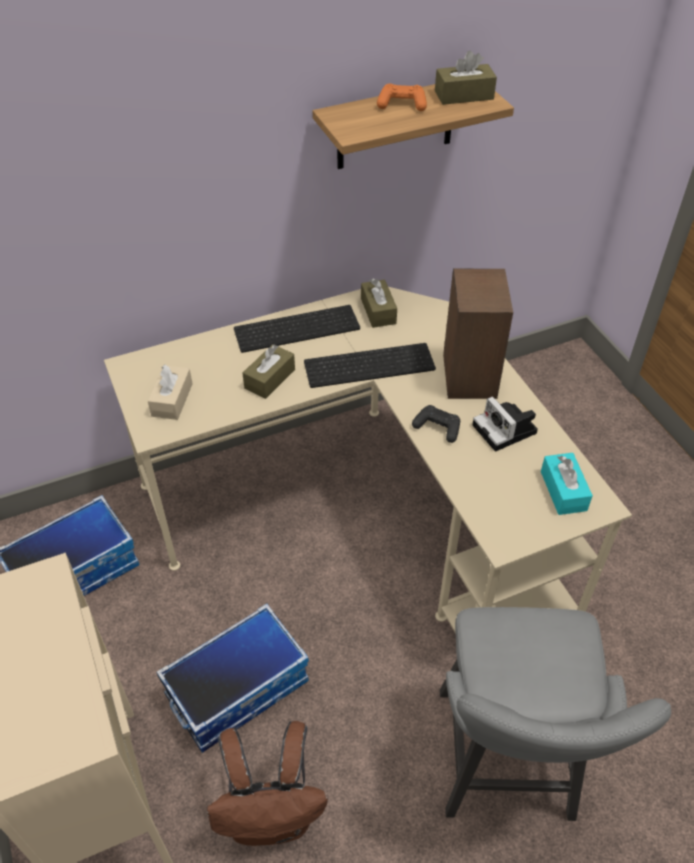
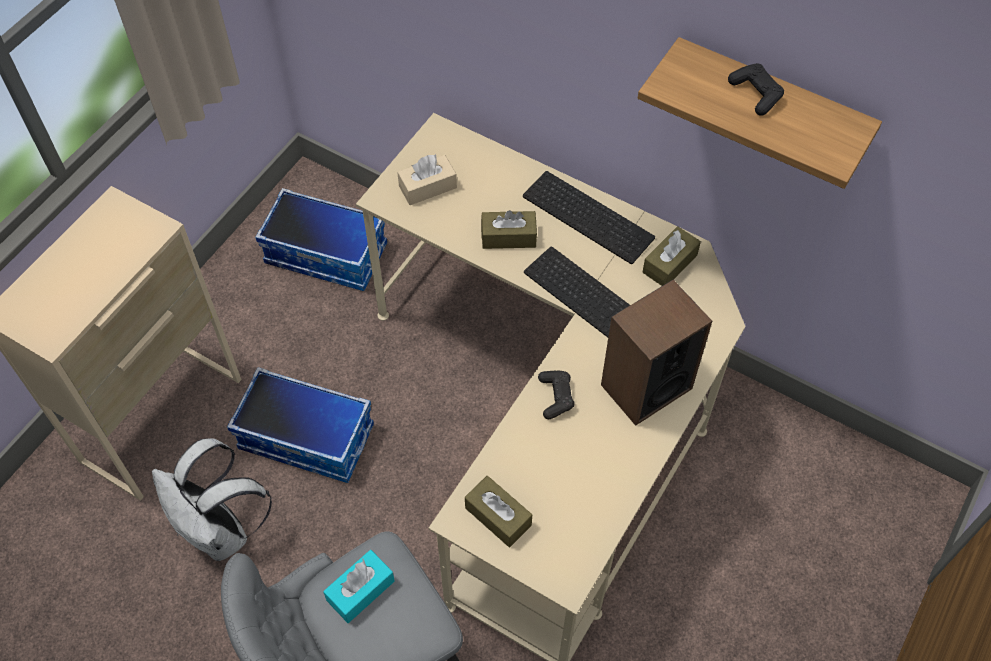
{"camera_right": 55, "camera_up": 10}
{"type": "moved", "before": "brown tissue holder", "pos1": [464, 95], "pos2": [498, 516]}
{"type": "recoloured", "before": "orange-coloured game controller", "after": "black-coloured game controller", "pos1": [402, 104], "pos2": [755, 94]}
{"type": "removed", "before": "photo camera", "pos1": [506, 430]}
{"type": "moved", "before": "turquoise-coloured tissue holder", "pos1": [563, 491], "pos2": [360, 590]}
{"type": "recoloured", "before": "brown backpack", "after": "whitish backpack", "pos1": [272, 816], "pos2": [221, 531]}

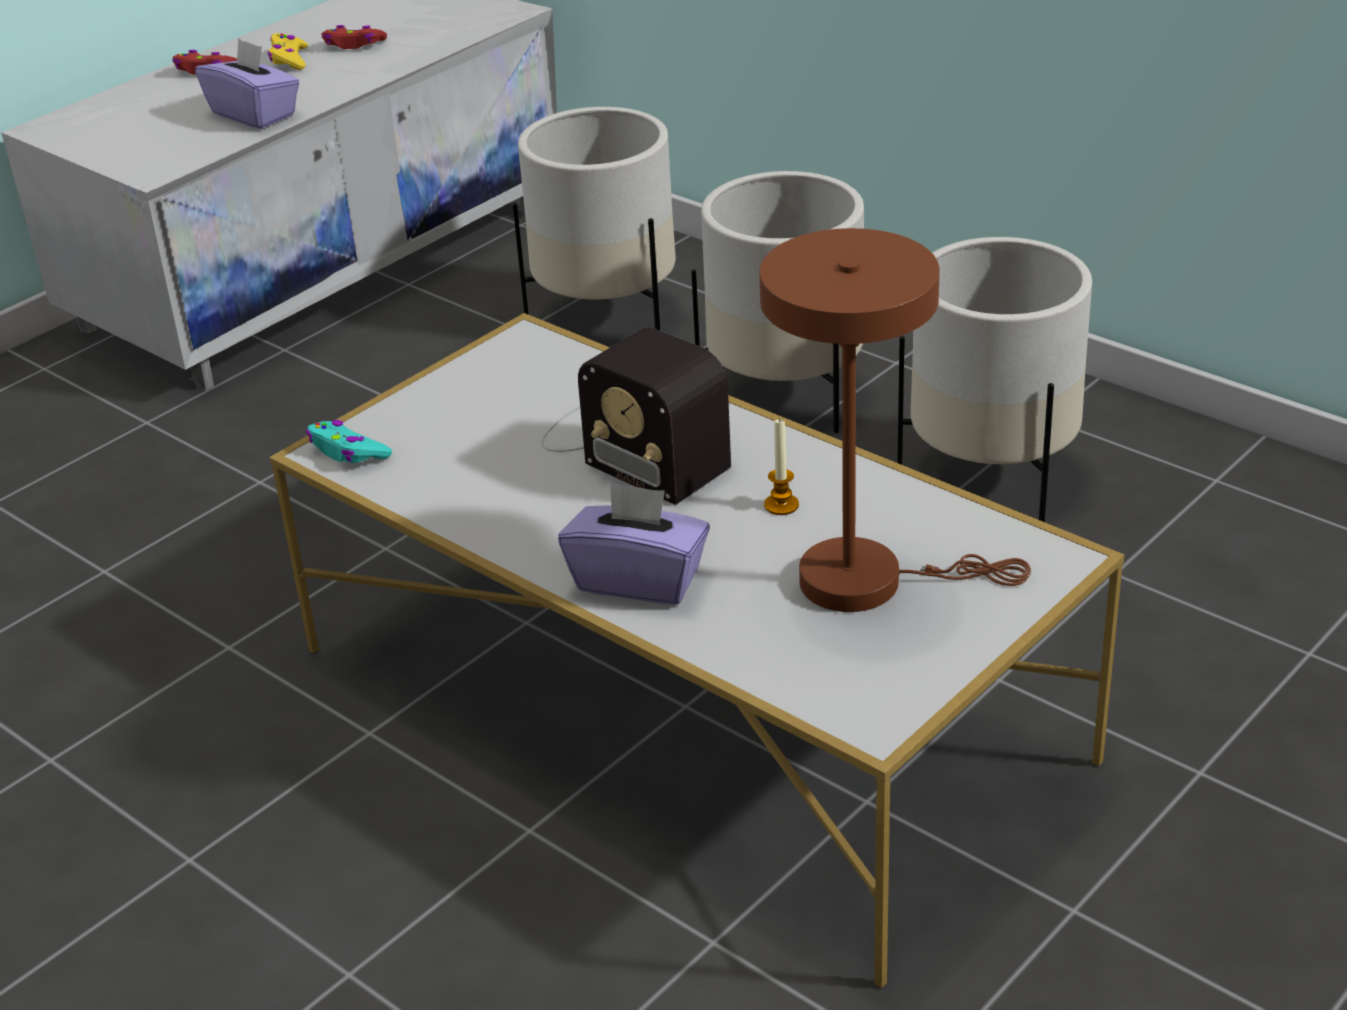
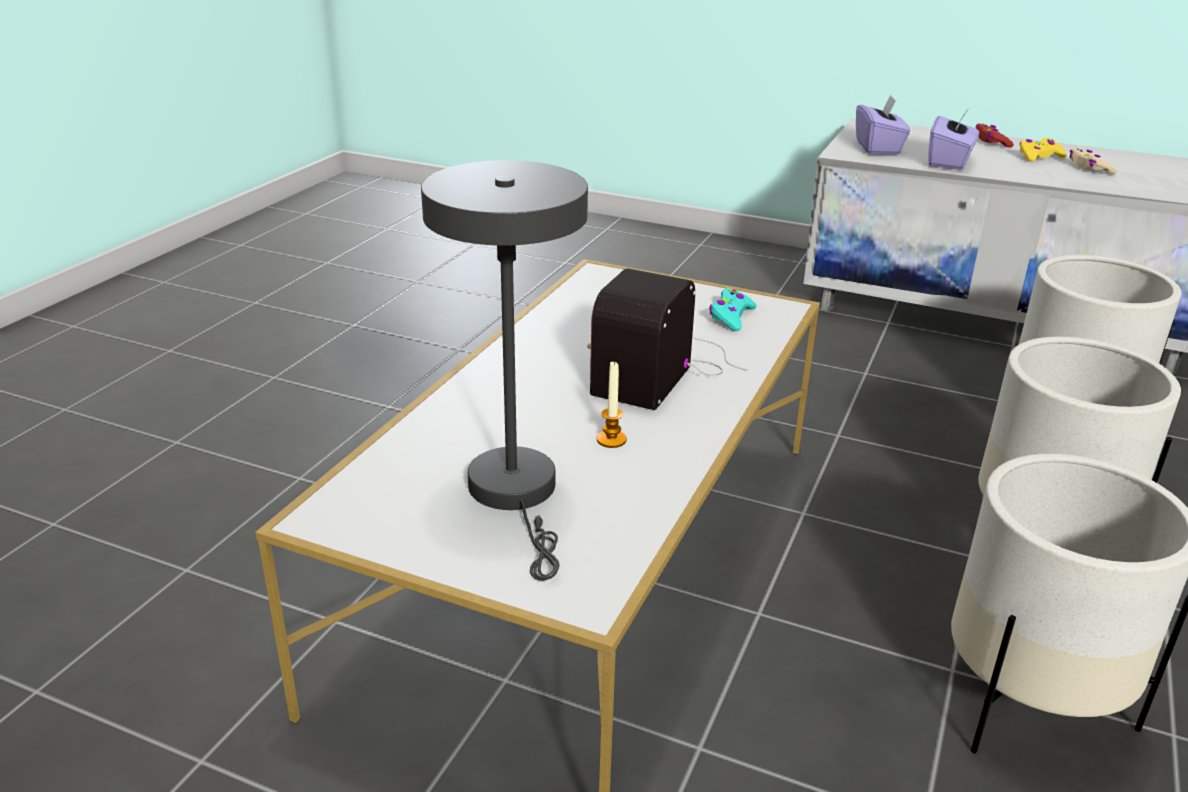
{"camera_right": 70, "camera_up": -5}
{"type": "recoloured", "before": "reddish game controller", "after": "sand-coloured game controller", "pos1": [354, 45], "pos2": [1089, 168]}
{"type": "recoloured", "before": "brown table lamp", "after": "grey table lamp", "pos1": [868, 580], "pos2": [517, 494]}
{"type": "moved", "before": "turquoise-coloured game controller", "pos1": [347, 452], "pos2": [731, 317]}
{"type": "moved", "before": "purplish tissue holder", "pos1": [638, 579], "pos2": [878, 148]}

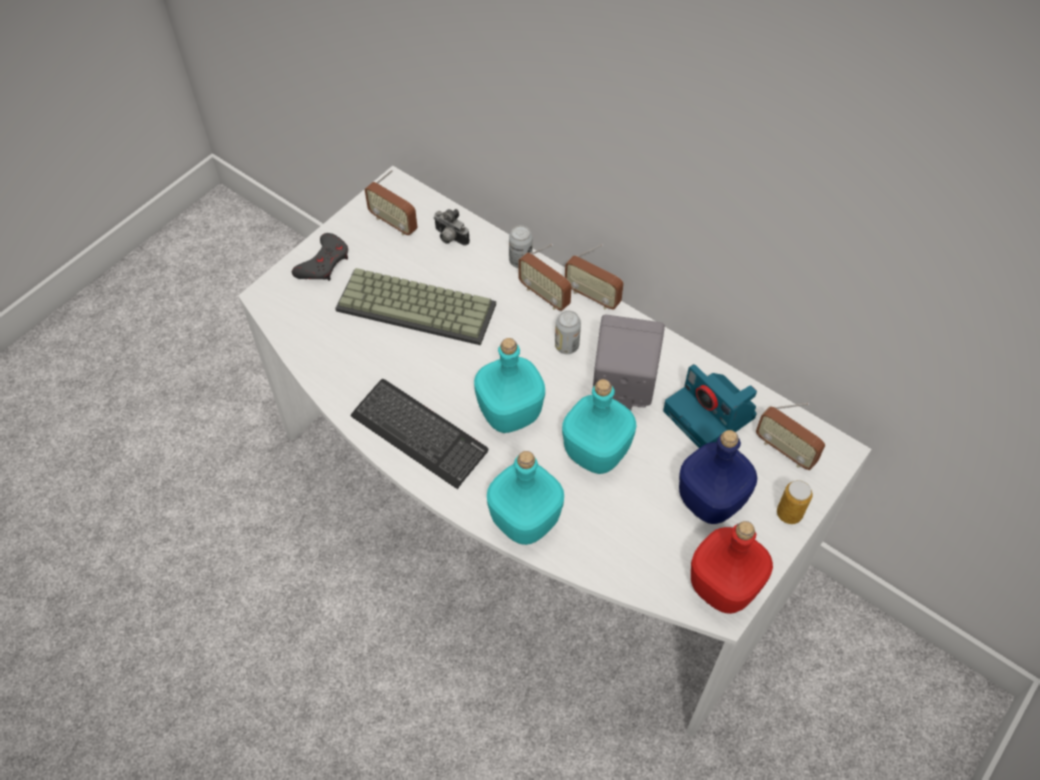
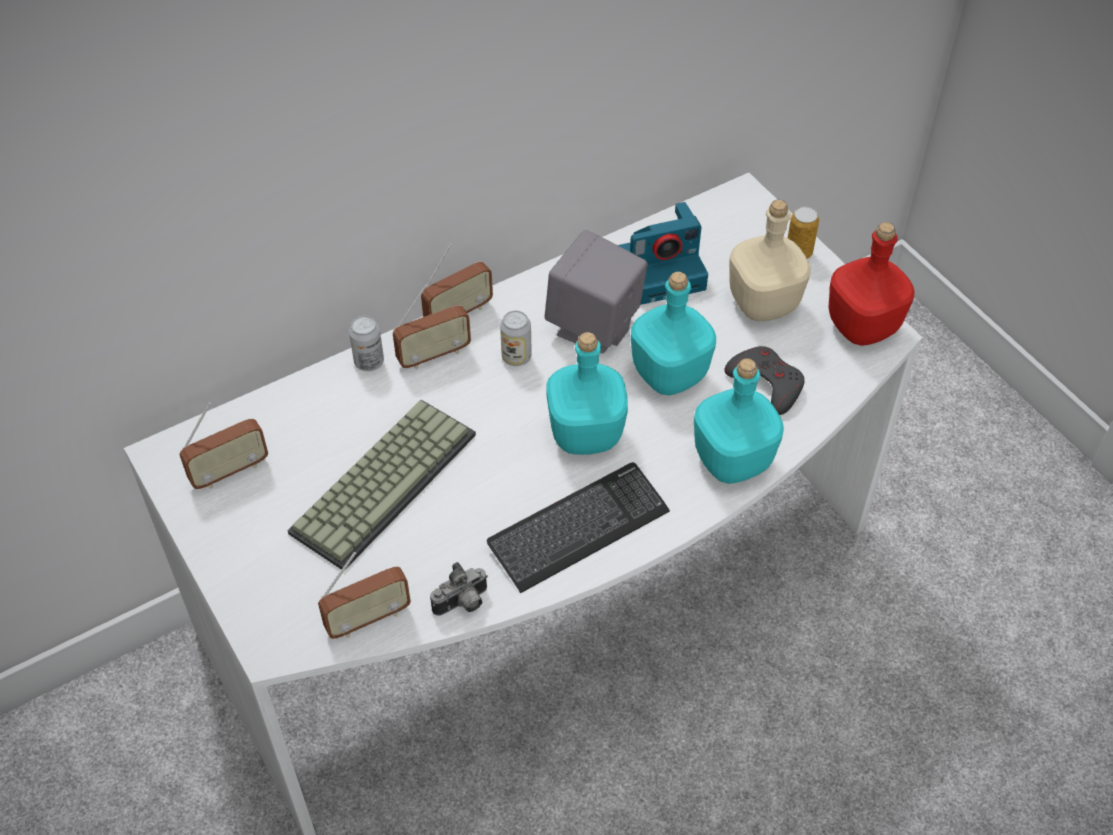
{"camera_right": -70, "camera_up": -5}
{"type": "moved", "before": "photo camera", "pos1": [449, 238], "pos2": [463, 604]}
{"type": "moved", "before": "grey game controller", "pos1": [323, 263], "pos2": [766, 383]}
{"type": "moved", "before": "radio receiver", "pos1": [785, 450], "pos2": [368, 619]}
{"type": "recoloured", "before": "blue bottle", "after": "sand-coloured bottle", "pos1": [711, 499], "pos2": [762, 303]}

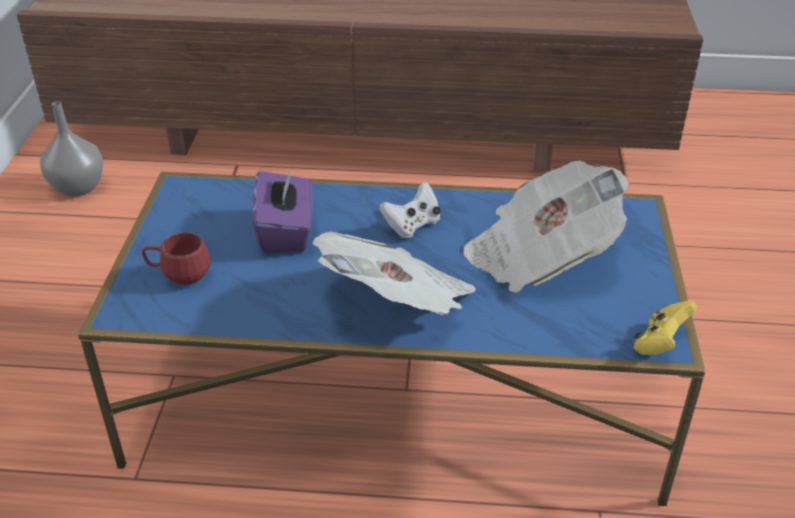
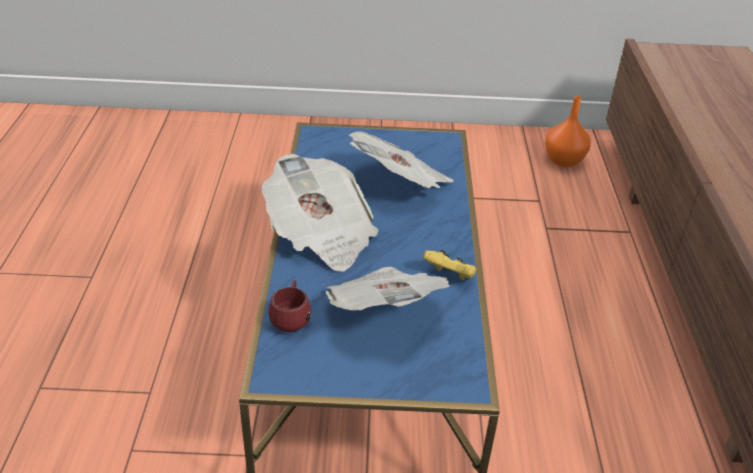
{"camera_right": 85, "camera_up": 0}
{"type": "recoloured", "before": "grey flower vase", "after": "orange-coloured flower vase", "pos1": [77, 188], "pos2": [562, 160]}
{"type": "replaced", "before": "purplish tissue holder", "after": "daily paper", "pos1": [286, 232], "pos2": [400, 184]}
{"type": "removed", "before": "whitish game controller", "pos1": [412, 225]}
{"type": "moved", "before": "reddish mug", "pos1": [179, 275], "pos2": [291, 318]}
{"type": "moved", "before": "yellow game controller", "pos1": [659, 344], "pos2": [450, 276]}

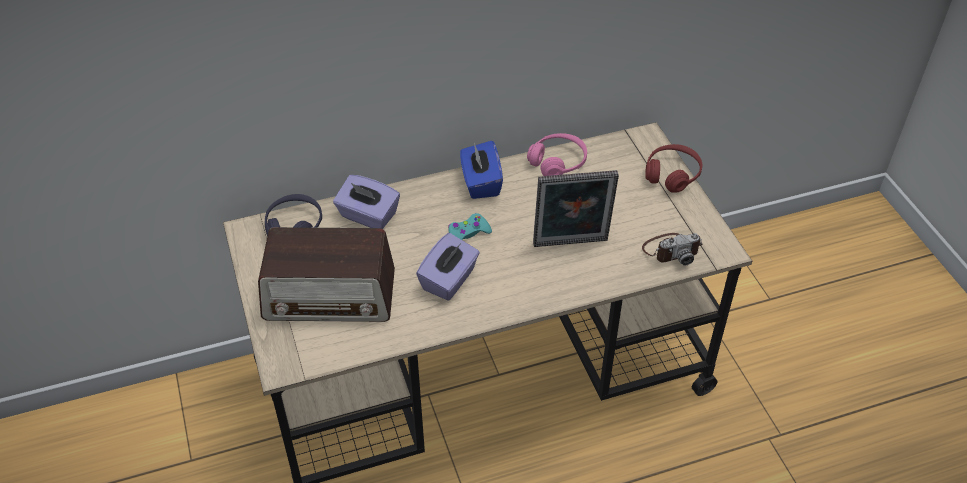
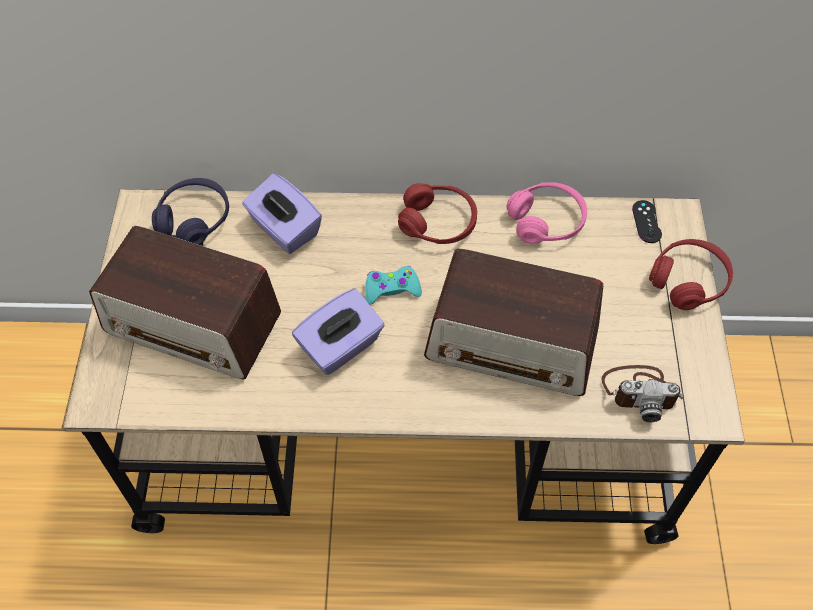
{"camera_right": 20, "camera_up": 10}
{"type": "replaced", "before": "blue tissue holder", "after": "reddish headset", "pos1": [480, 183], "pos2": [438, 223]}
{"type": "replaced", "before": "standing frame", "after": "radio receiver", "pos1": [571, 245], "pos2": [512, 344]}
{"type": "added", "after": "black-coloured game controller", "pos2": [646, 222]}

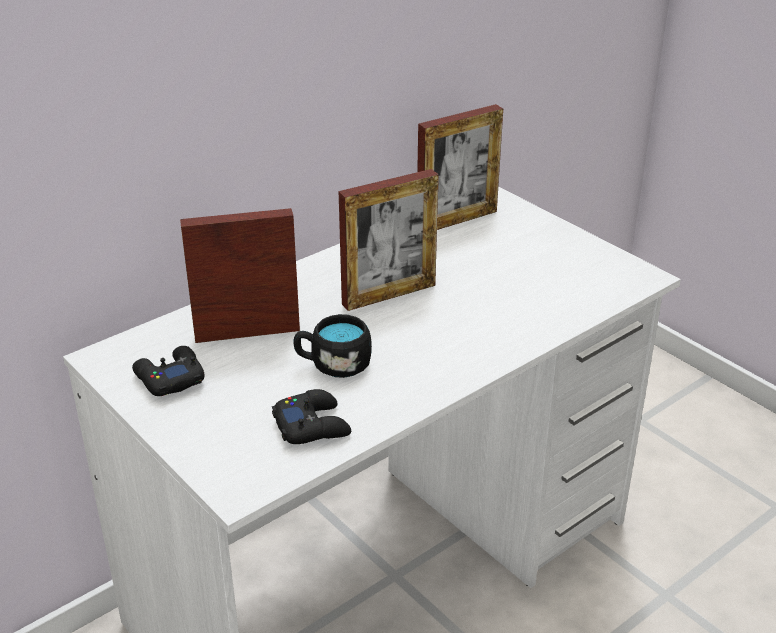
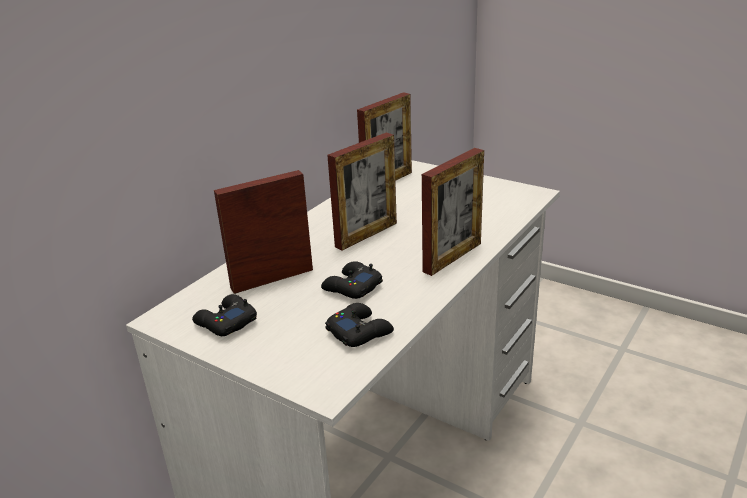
{"camera_right": -15, "camera_up": -5}
{"type": "replaced", "before": "black-coloured mug", "after": "black-coloured game controller", "pos1": [333, 364], "pos2": [351, 287]}
{"type": "added", "after": "standing frame", "pos2": [452, 257]}

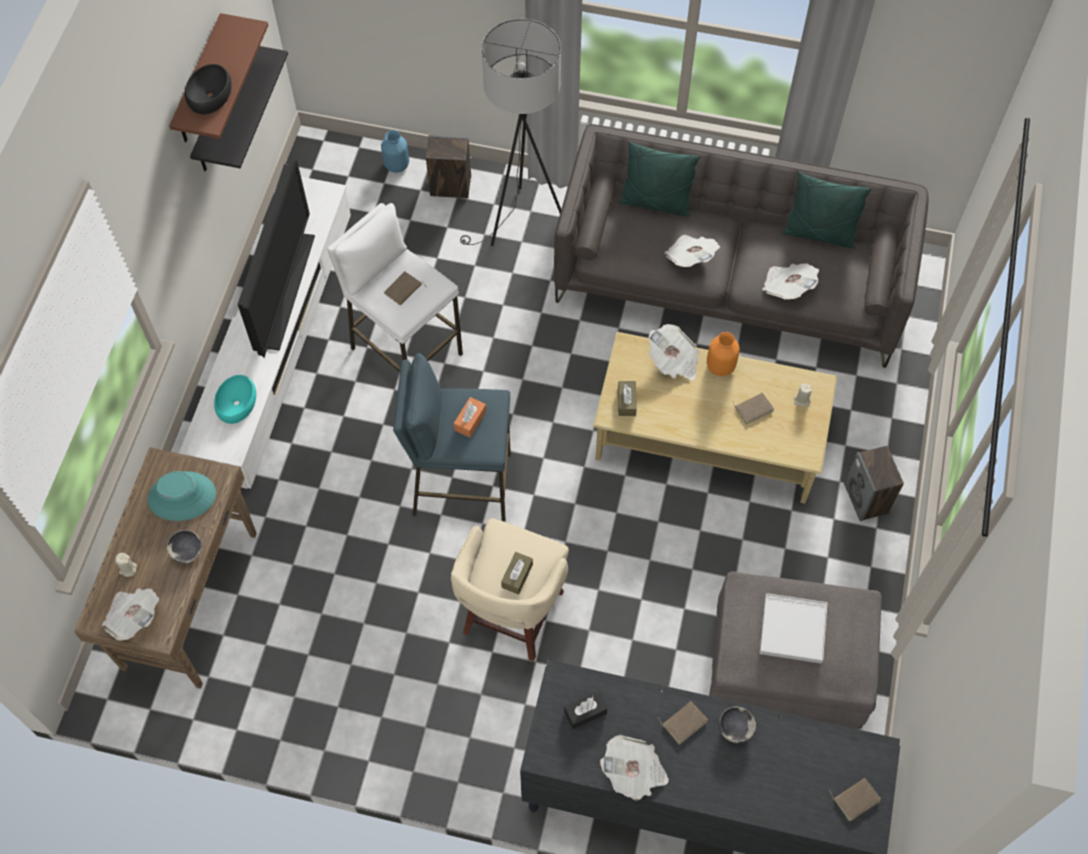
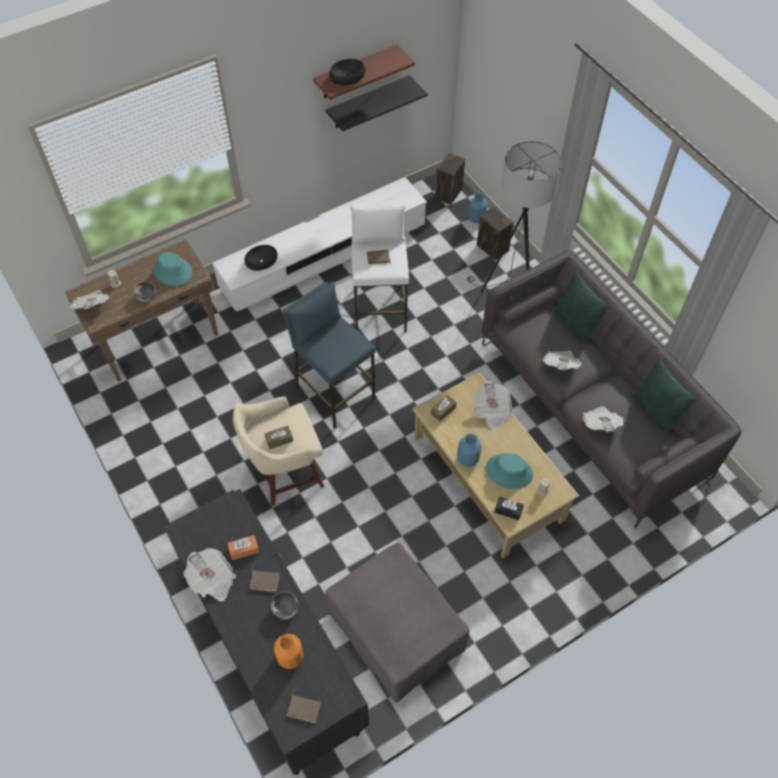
{"camera_right": 45, "camera_up": -5}
{"type": "removed", "before": "TV set", "pos1": [285, 290]}
{"type": "moved", "before": "orange-coloured flower vase", "pos1": [720, 366], "pos2": [291, 657]}
{"type": "recoloured", "before": "turquoise-coloured deep dish", "after": "black-coloured deep dish", "pos1": [236, 402], "pos2": [261, 260]}
{"type": "replaced", "before": "brown book", "after": "turquoise-coloured clothing hat", "pos1": [753, 408], "pos2": [509, 471]}
{"type": "moved", "before": "orange-coloured tissue holder", "pos1": [470, 420], "pos2": [244, 550]}
{"type": "moved", "before": "audio speaker", "pos1": [866, 499], "pos2": [448, 194]}
{"type": "removed", "before": "whitish carrying tray", "pos1": [792, 629]}
{"type": "moved", "before": "black-coloured tissue holder", "pos1": [585, 712], "pos2": [508, 510]}
{"type": "added", "after": "blue flower vase", "pos2": [468, 459]}

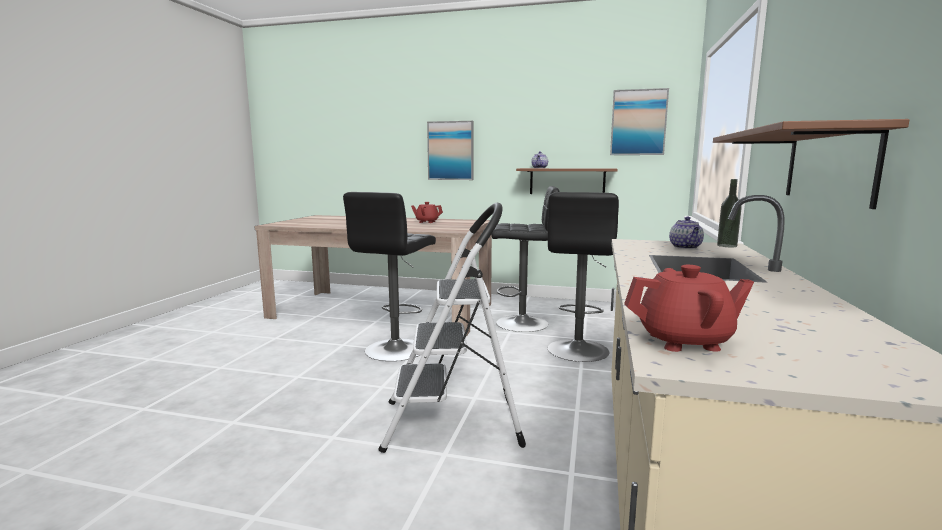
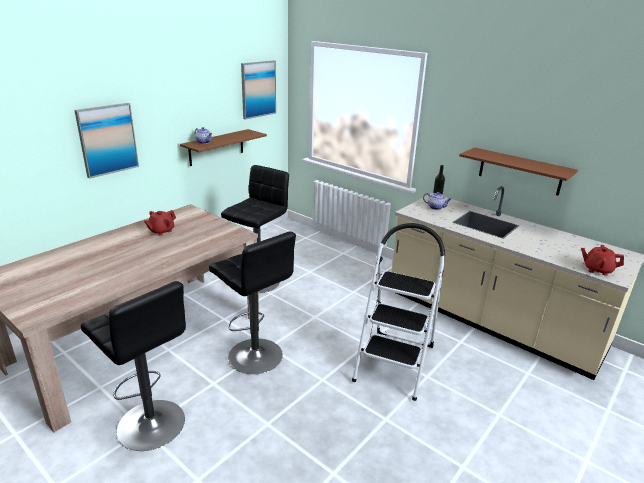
{"camera_right": -65, "camera_up": 15}
{"type": "moved", "before": "black-coloured sitting stool", "pos1": [577, 350], "pos2": [151, 425]}
{"type": "turned", "before": "reddish pot for tea", "pos1": [684, 341], "pos2": [597, 270], "turn": -90}

